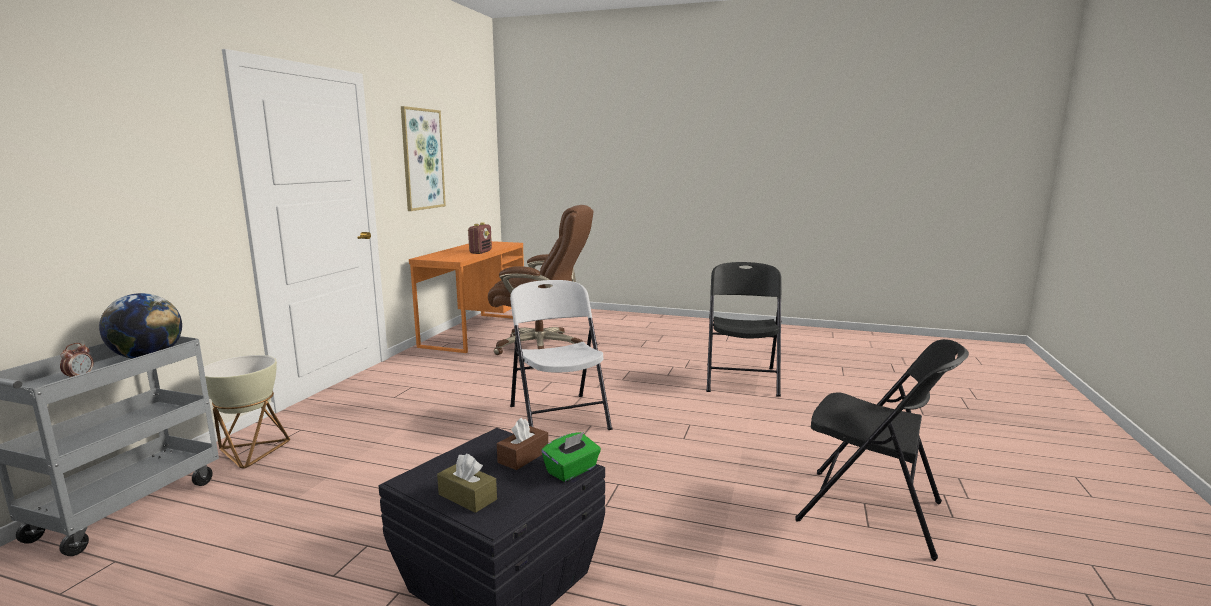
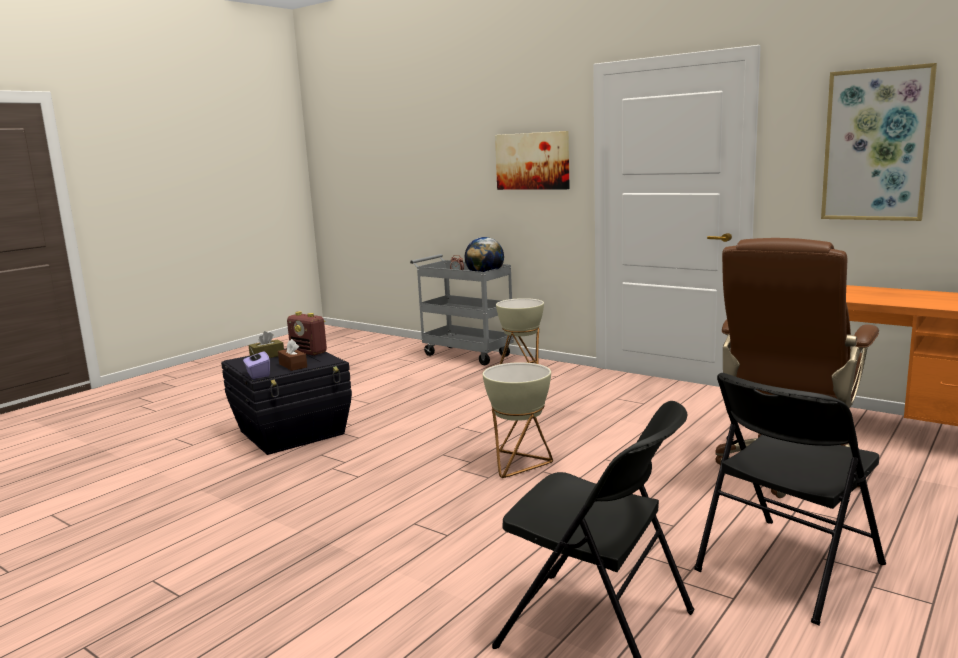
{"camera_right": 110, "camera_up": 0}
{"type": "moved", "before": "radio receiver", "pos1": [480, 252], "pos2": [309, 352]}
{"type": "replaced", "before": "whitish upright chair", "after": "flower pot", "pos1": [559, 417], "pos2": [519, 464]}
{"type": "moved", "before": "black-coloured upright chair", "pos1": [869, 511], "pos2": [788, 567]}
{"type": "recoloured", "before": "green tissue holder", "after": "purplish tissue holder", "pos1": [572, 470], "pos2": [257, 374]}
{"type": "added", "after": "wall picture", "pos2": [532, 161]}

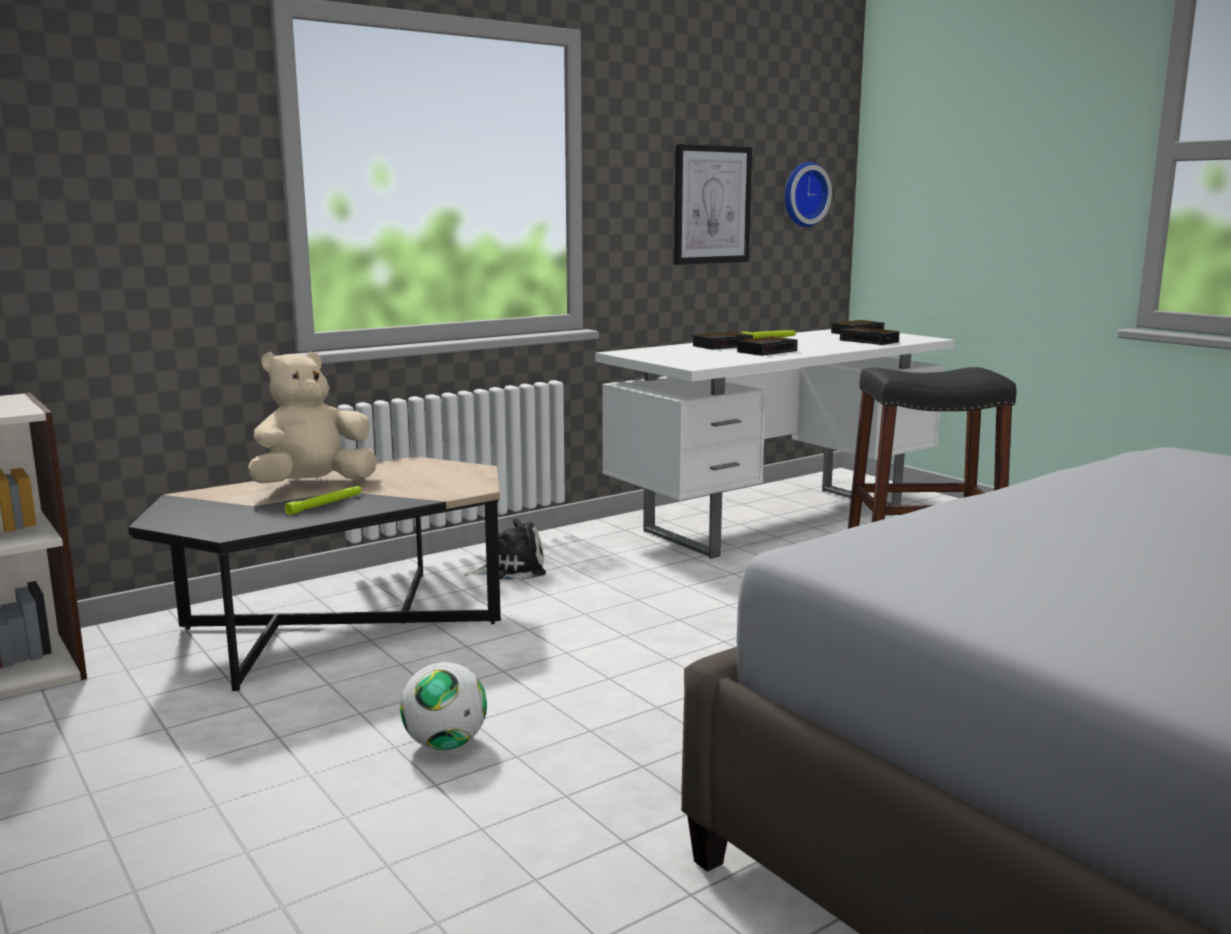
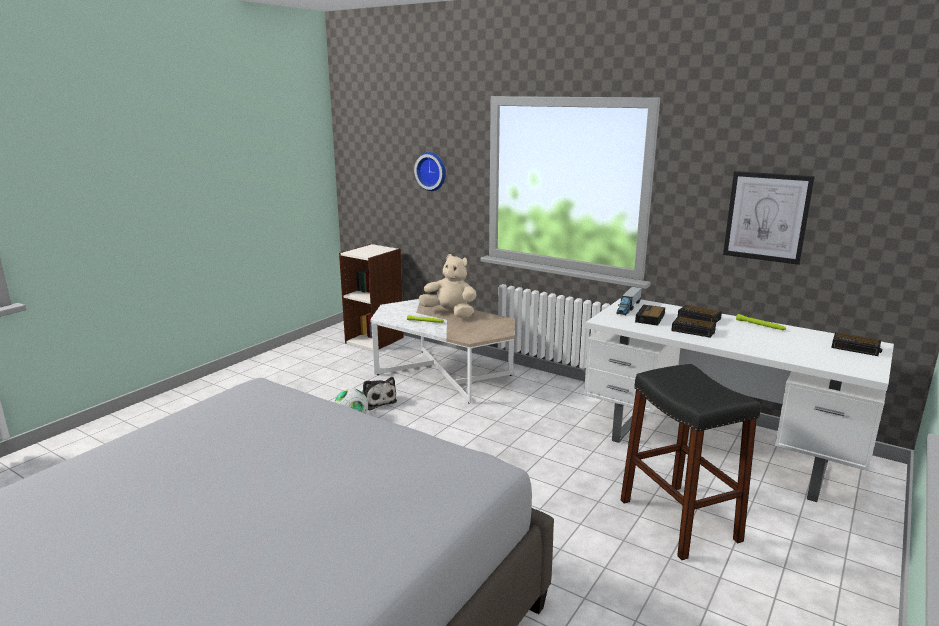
{"camera_right": 70, "camera_up": 5}
{"type": "moved", "before": "wall clock", "pos1": [803, 194], "pos2": [432, 171]}
{"type": "moved", "before": "alarm clock", "pos1": [870, 341], "pos2": [649, 318]}
{"type": "recoloured", "before": "black-coloured lounge table", "after": "whitish lounge table", "pos1": [340, 625], "pos2": [444, 375]}
{"type": "moved", "before": "cuddly toy", "pos1": [511, 569], "pos2": [376, 401]}
{"type": "added", "after": "toy truck", "pos2": [628, 307]}

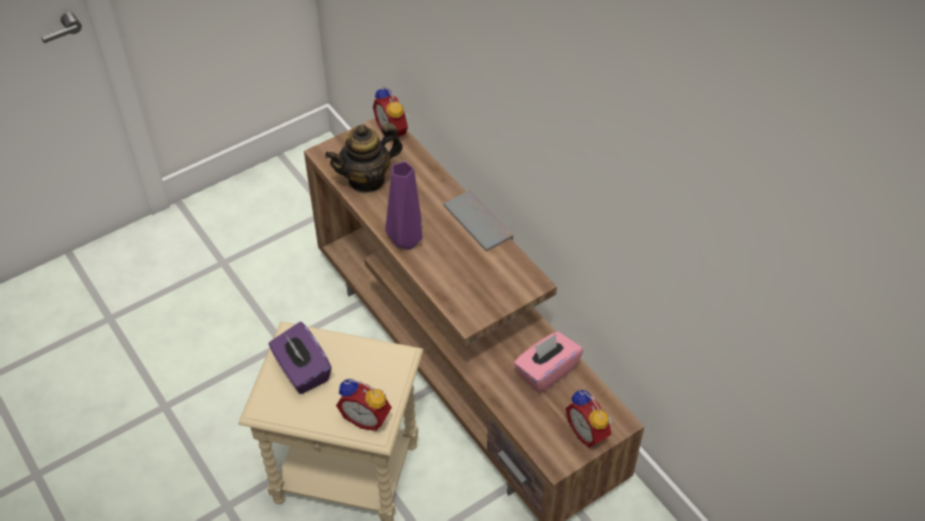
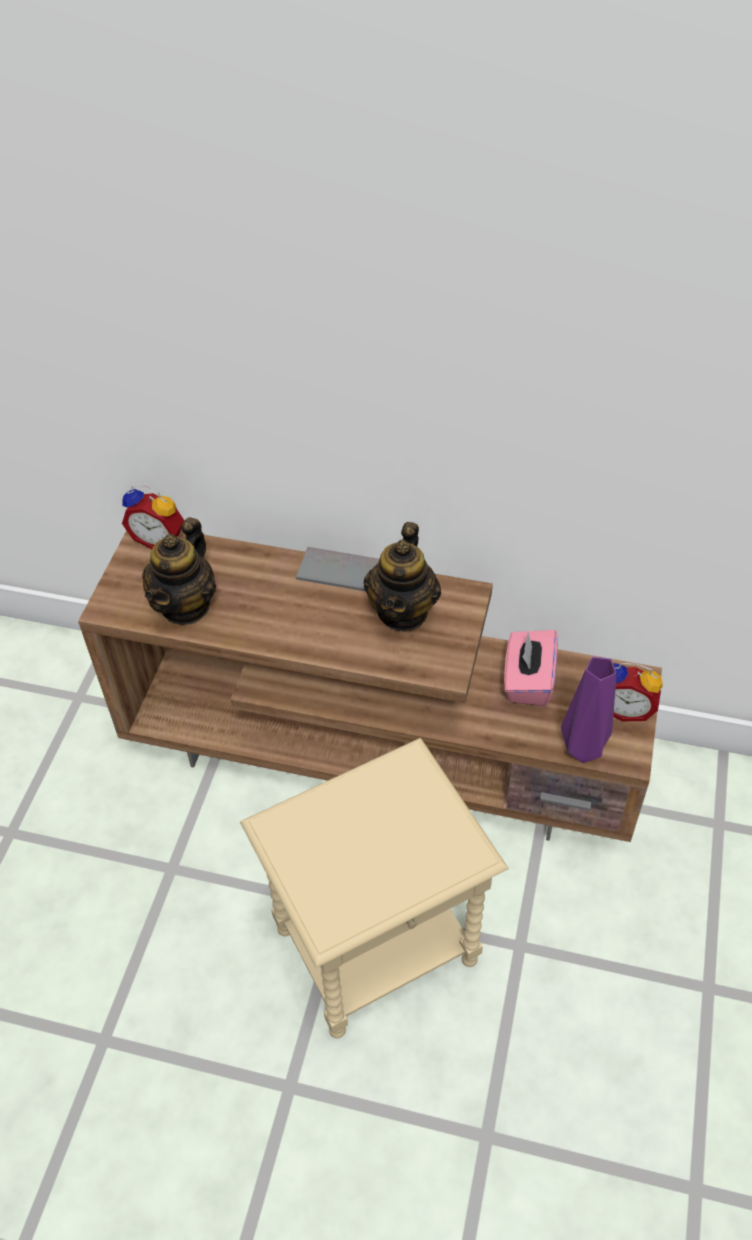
{"camera_right": -40, "camera_up": 0}
{"type": "moved", "before": "purplish flower vase", "pos1": [405, 239], "pos2": [581, 748]}
{"type": "removed", "before": "purplish tissue holder", "pos1": [302, 371]}
{"type": "removed", "before": "alarm clock", "pos1": [367, 417]}
{"type": "added", "after": "pot for tea", "pos2": [403, 611]}

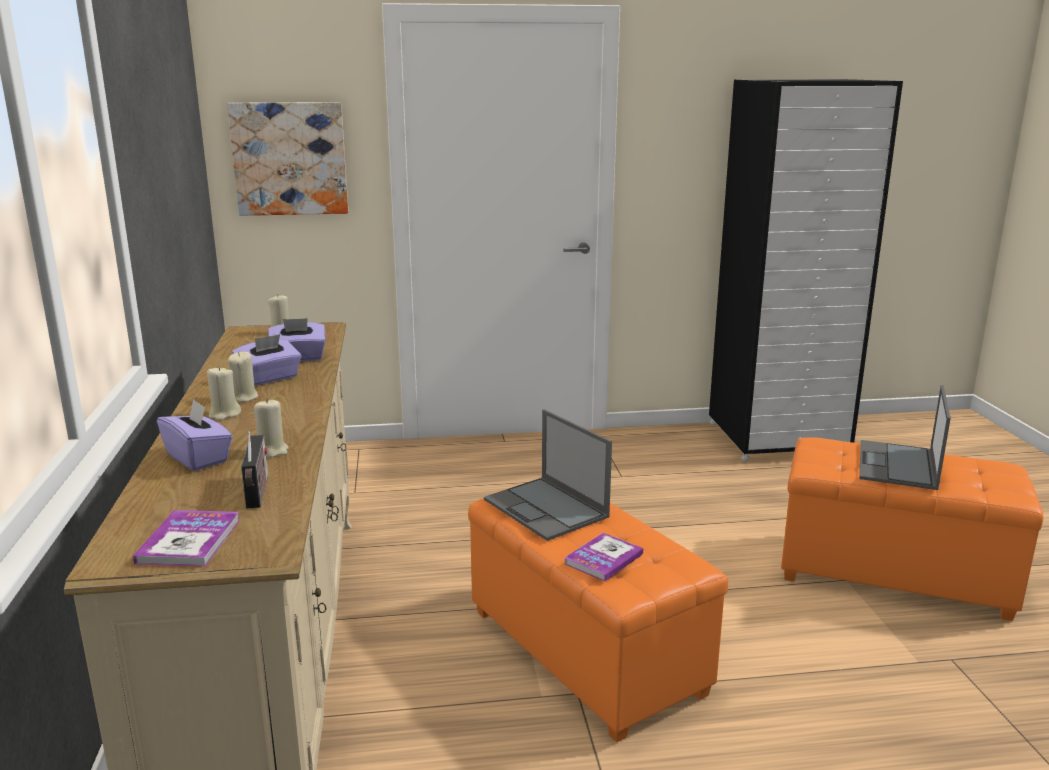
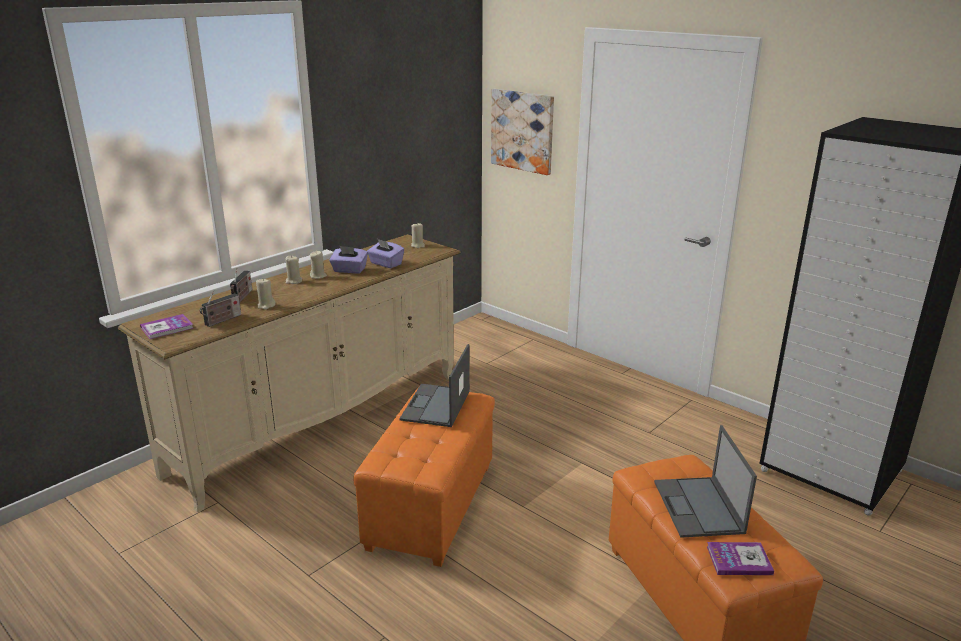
{"camera_right": 50, "camera_up": 5}
{"type": "turned", "before": "portable computer", "pos1": [898, 466], "pos2": [699, 507], "turn": -75}
{"type": "replaced", "before": "purplish tissue holder", "after": "radio receiver", "pos1": [198, 458], "pos2": [242, 297]}
{"type": "moved", "before": "book", "pos1": [603, 559], "pos2": [739, 560]}

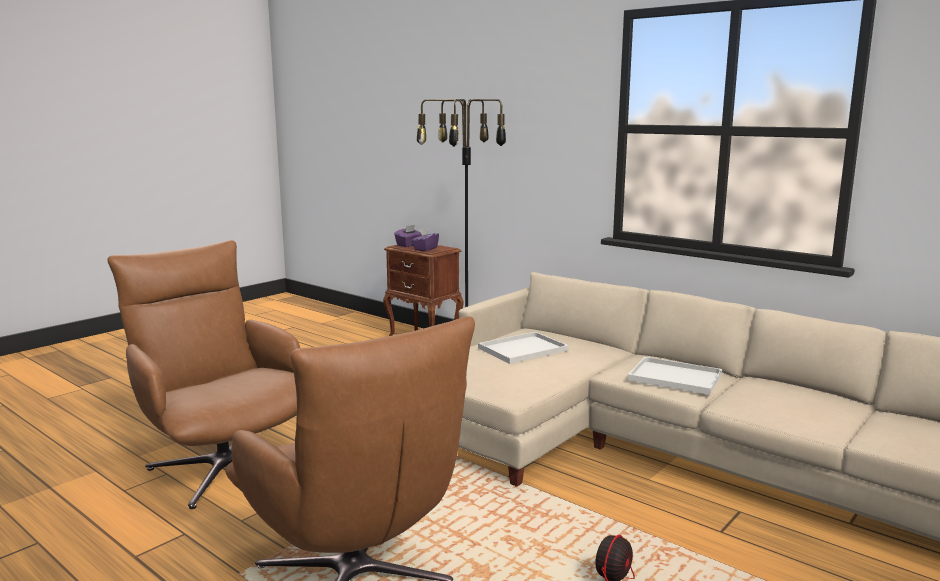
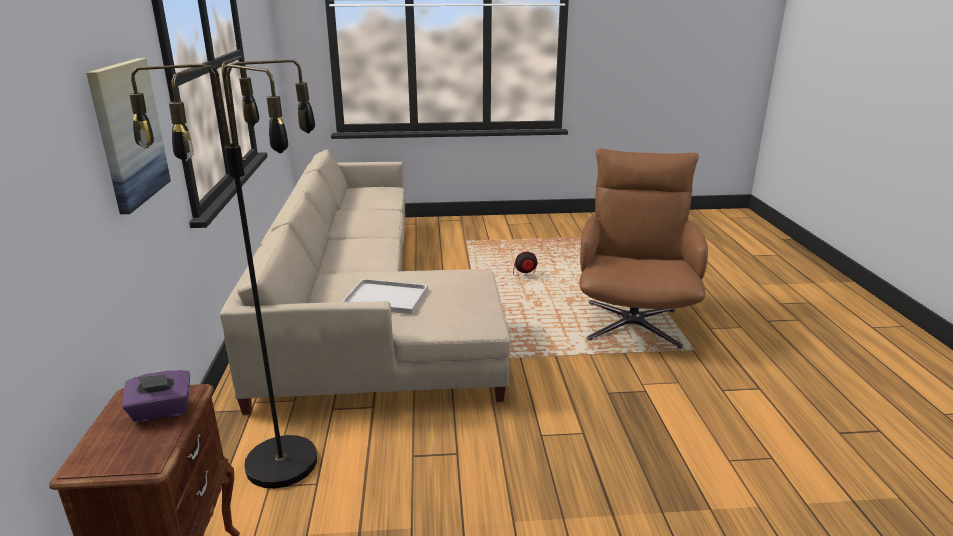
{"camera_right": -135, "camera_up": 10}
{"type": "removed", "before": "purplish tissue holder", "pos1": [409, 245]}
{"type": "removed", "before": "brown lounge chair", "pos1": [224, 467]}
{"type": "removed", "before": "whitish carrying tray", "pos1": [677, 377]}
{"type": "added", "after": "wall picture", "pos2": [128, 133]}

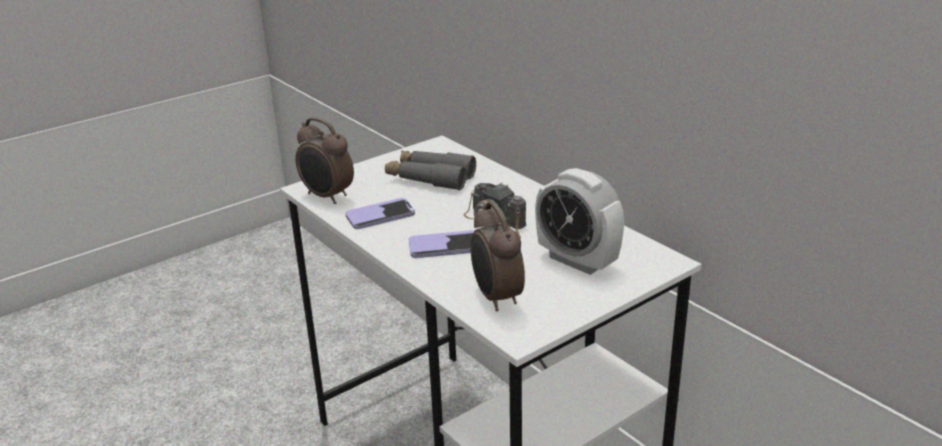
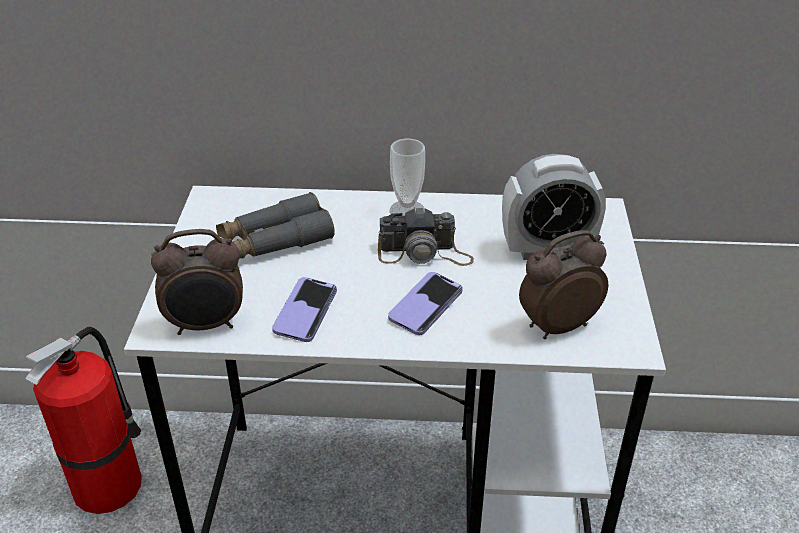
{"camera_right": -50, "camera_up": 10}
{"type": "turned", "before": "alarm clock", "pos1": [496, 298], "pos2": [556, 325], "turn": 135}
{"type": "added", "after": "drinking cup", "pos2": [407, 210]}
{"type": "added", "after": "fire extinguisher", "pos2": [109, 482]}

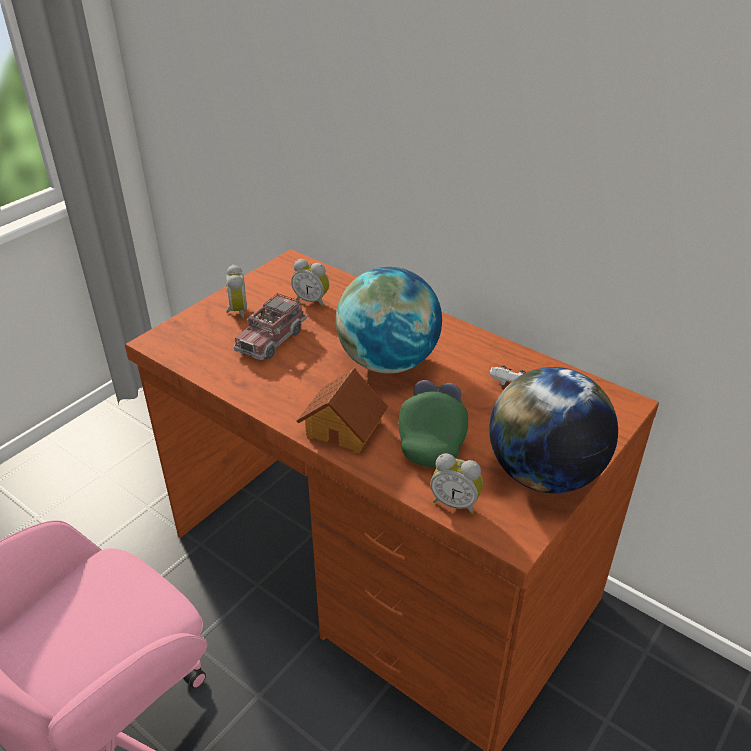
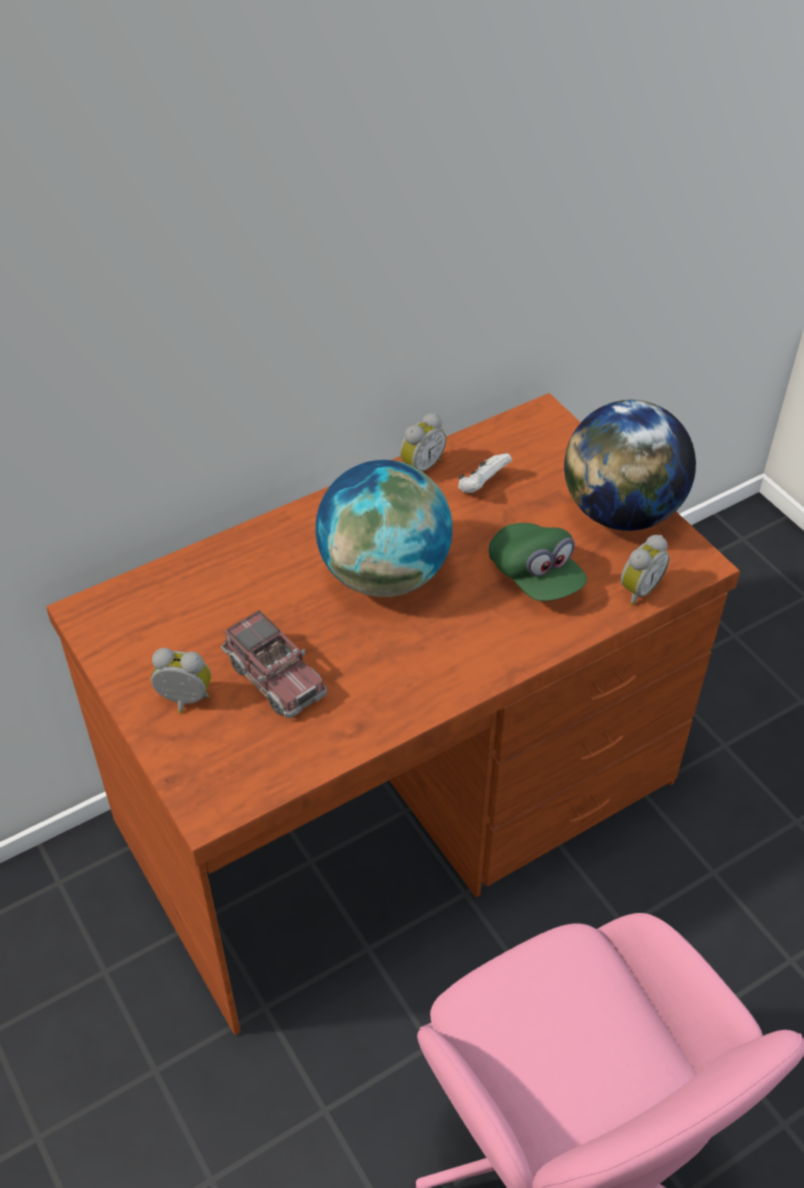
{"camera_right": -70, "camera_up": 10}
{"type": "moved", "before": "alarm clock", "pos1": [312, 300], "pos2": [420, 466]}
{"type": "removed", "before": "miniature house", "pos1": [344, 427]}
{"type": "turned", "before": "green peaked cap", "pos1": [432, 438], "pos2": [535, 577], "turn": -150}

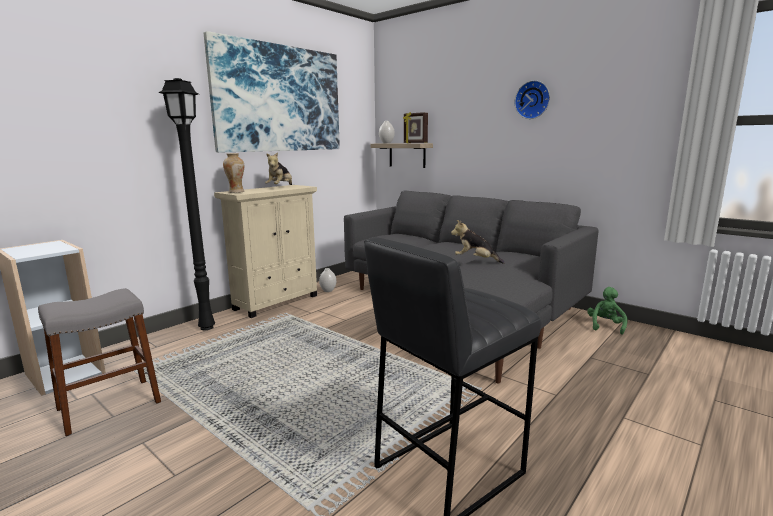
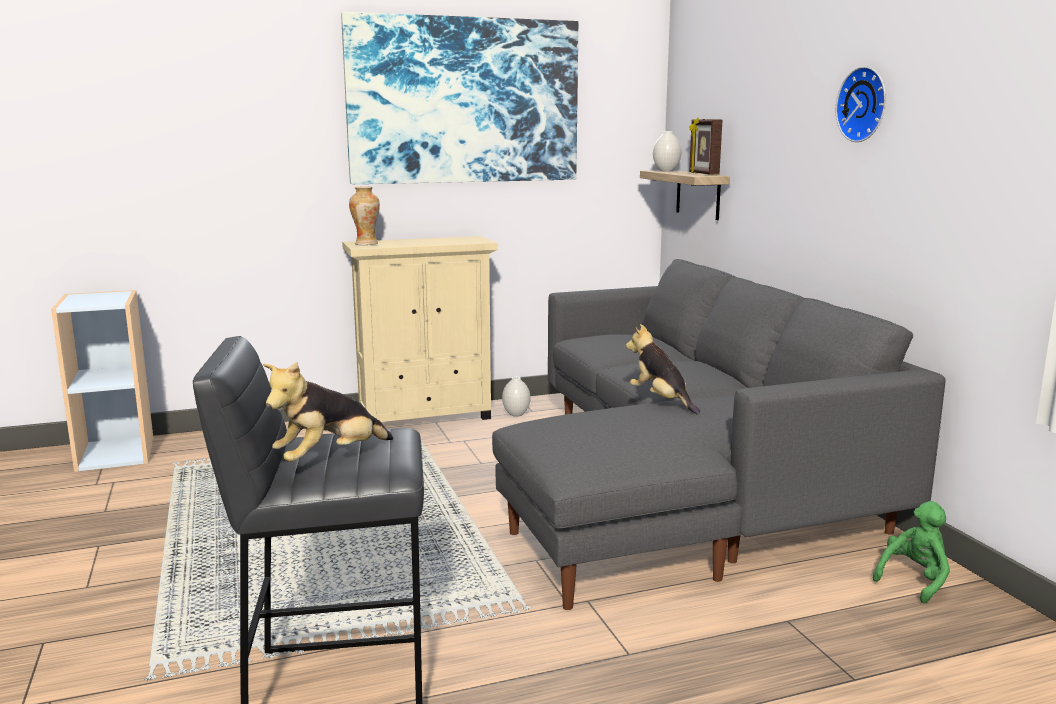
{"camera_right": 30, "camera_up": 0}
{"type": "removed", "before": "black-coloured standing lamp", "pos1": [206, 327]}
{"type": "moved", "before": "cuddly toy", "pos1": [280, 187], "pos2": [329, 458]}
{"type": "removed", "before": "grey sitting stool", "pos1": [109, 405]}

